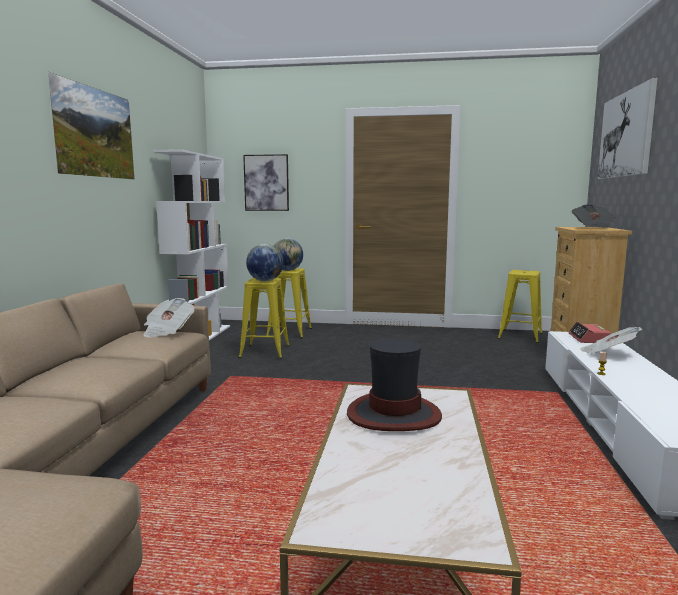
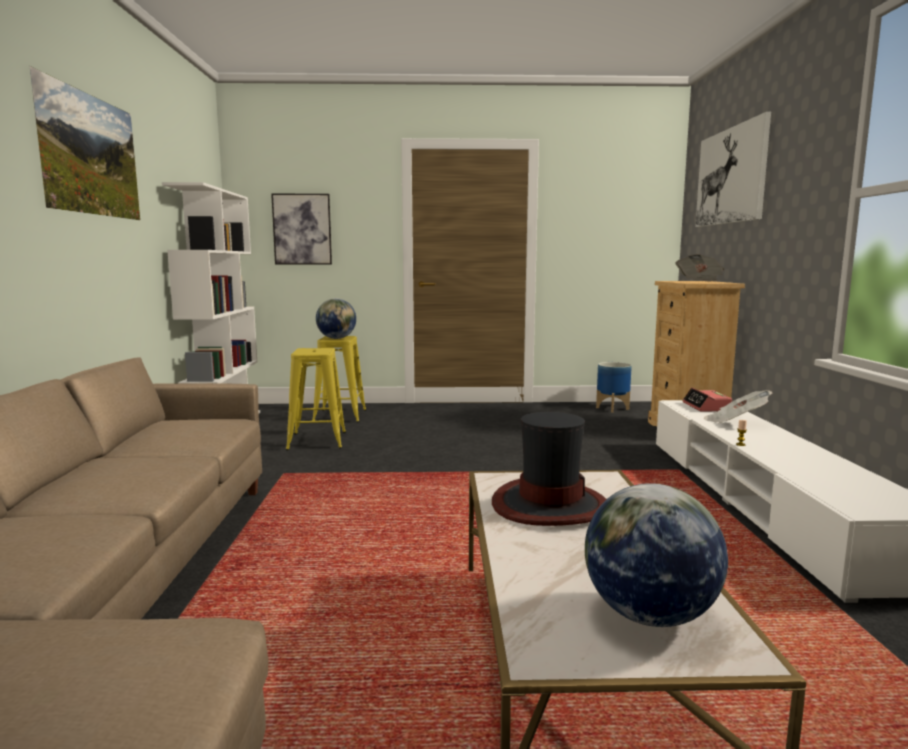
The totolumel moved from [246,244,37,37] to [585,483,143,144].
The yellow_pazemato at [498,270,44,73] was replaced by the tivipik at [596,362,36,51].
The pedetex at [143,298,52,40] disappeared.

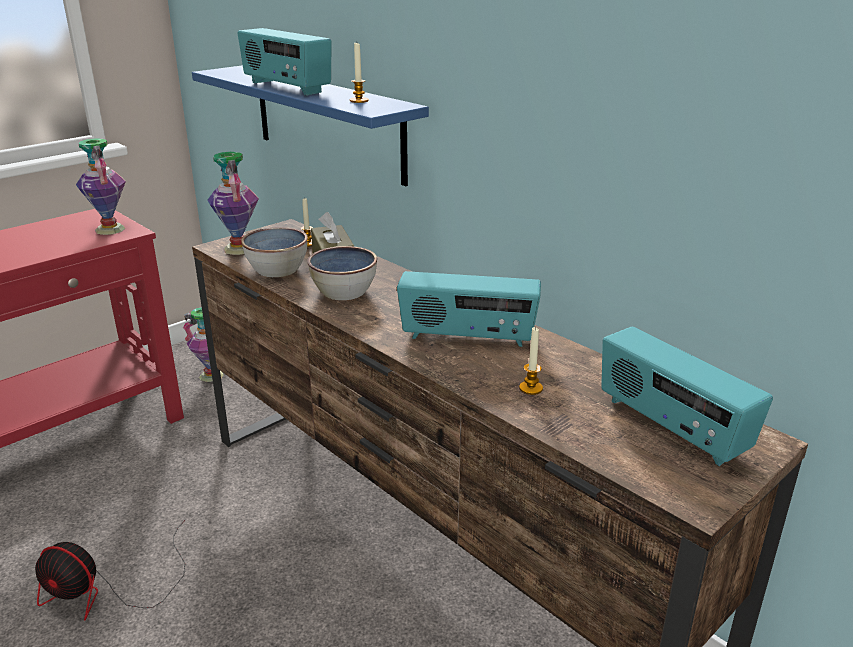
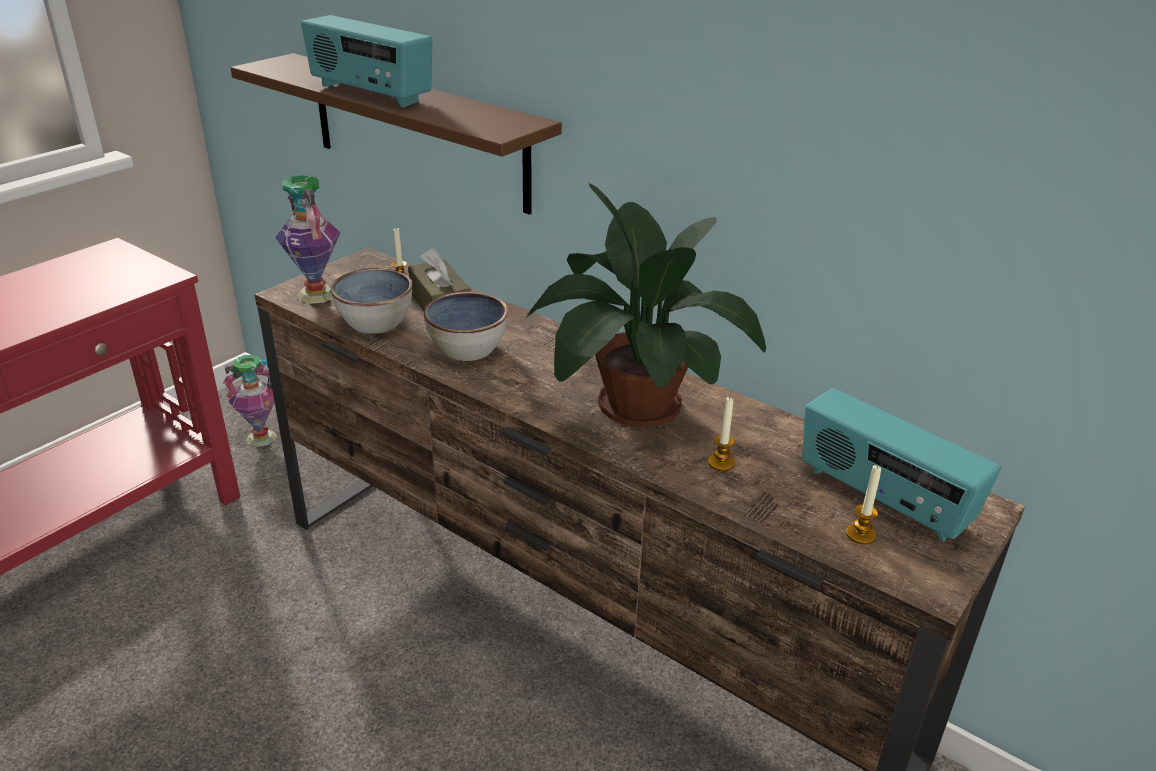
The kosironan moved from [350,43,19,60] to [846,465,35,79].
The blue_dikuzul at [192,65,237,121] became the brown_dikuzul at [230,53,332,162].
The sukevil at [76,139,50,96] disappeared.
The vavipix at [397,271,144,76] was replaced by the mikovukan at [525,183,241,244].
The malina at [35,520,150,100] disappeared.

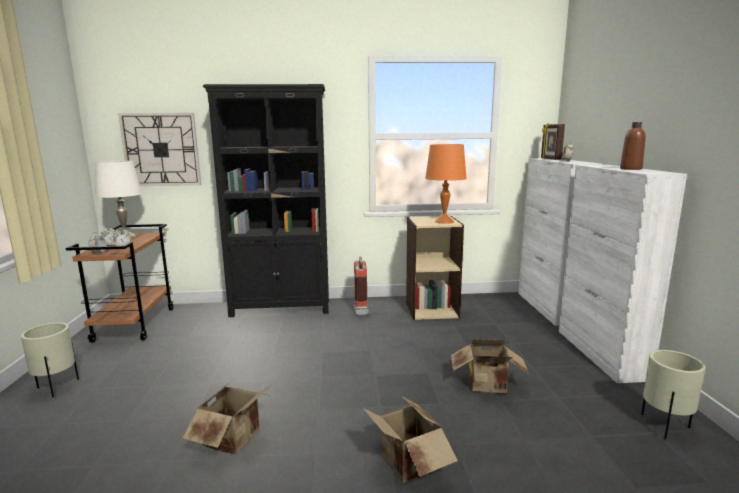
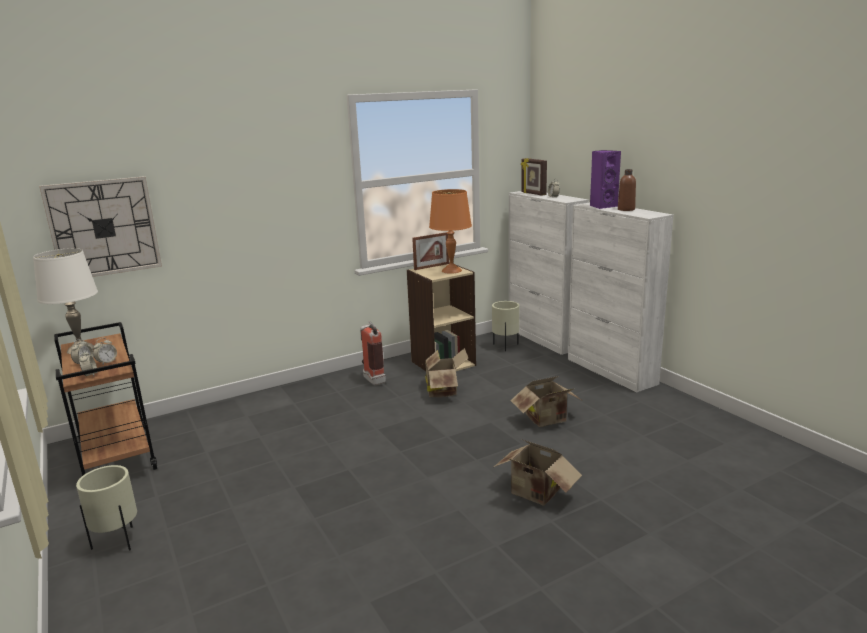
The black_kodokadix at [203,84,126,233] disappeared.
The beige_tivipik moved from [641,350,64,89] to [492,301,27,50].
The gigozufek moved from [183,377,89,78] to [425,348,43,49].
The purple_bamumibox at [590,150,31,59] appeared.
The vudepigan at [412,232,37,38] appeared.

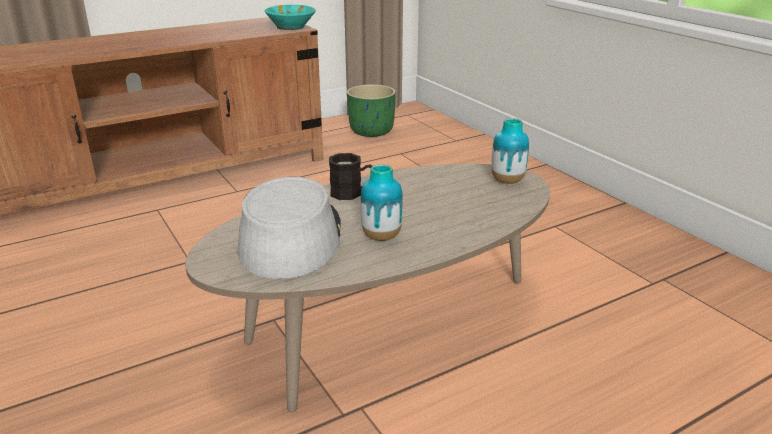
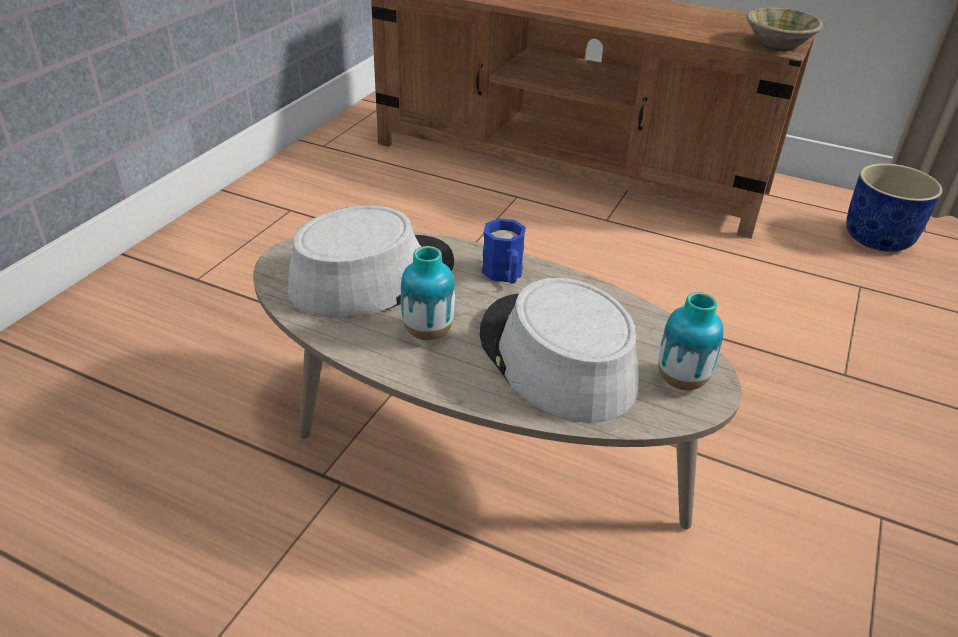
The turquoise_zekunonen at [265,5,51,25] became the beige_zekunonen at [746,8,77,43].
The green_tivipik at [347,84,49,53] became the blue_tivipik at [846,163,96,89].
The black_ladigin at [329,153,43,47] became the blue_ladigin at [482,219,44,65].
The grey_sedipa at [480,278,159,145] appeared.

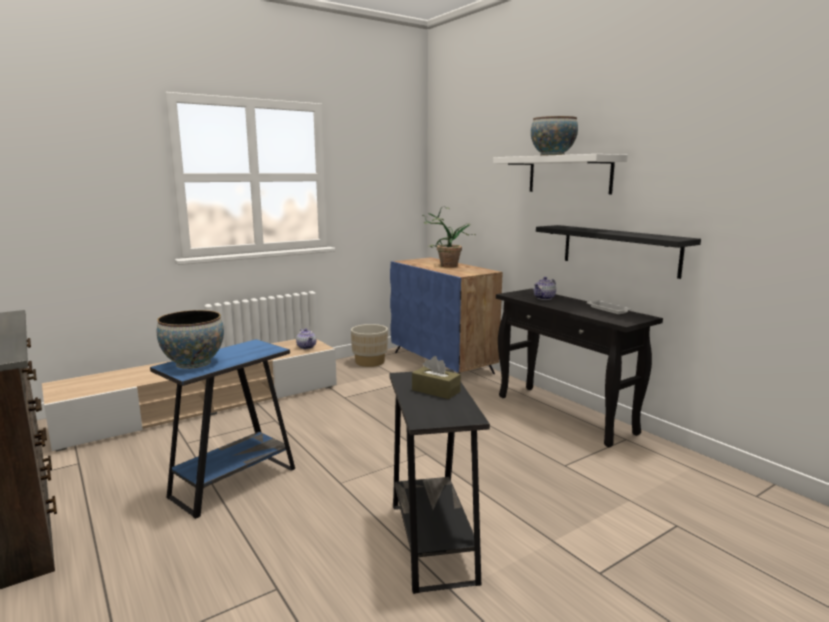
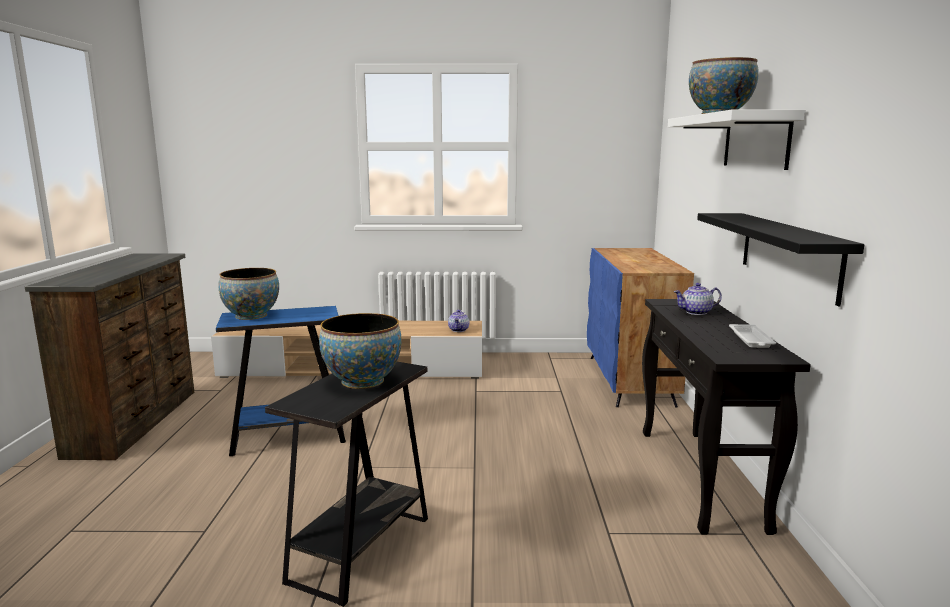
The mikovukan at [422,207,54,61] disappeared.
The beige_tivipik at [351,324,37,43] disappeared.
The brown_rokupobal at [412,356,49,43] was replaced by the zekunonen at [319,313,83,76].

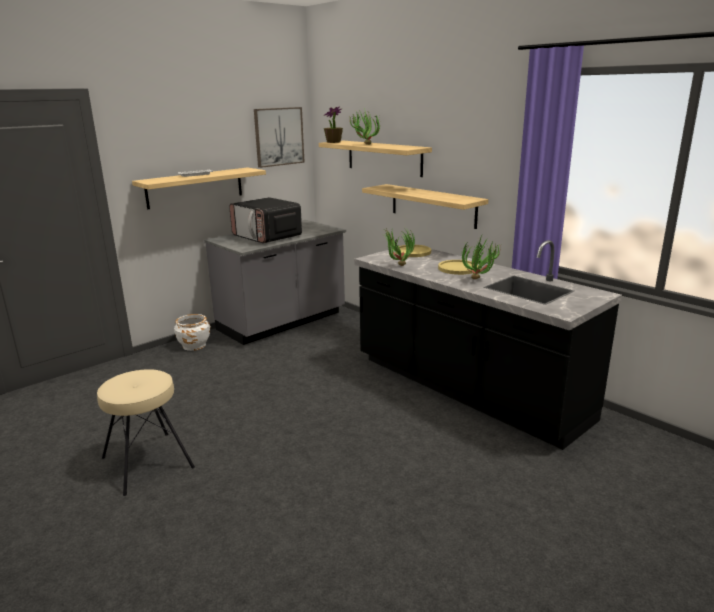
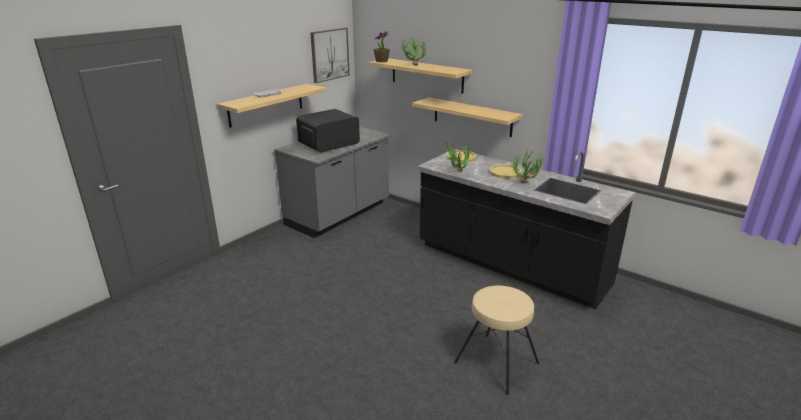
The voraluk at [229,197,73,46] turned 105 degrees clockwise.
The white_tivipik at [174,314,37,37] disappeared.
The beige_pazemato moved from [97,369,98,127] to [454,285,85,110].

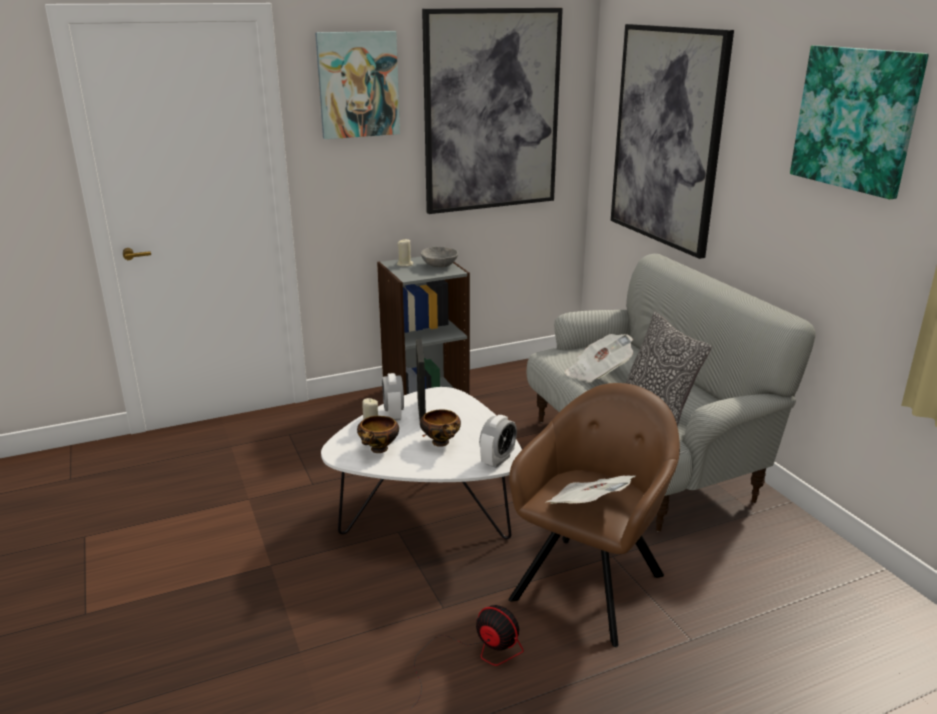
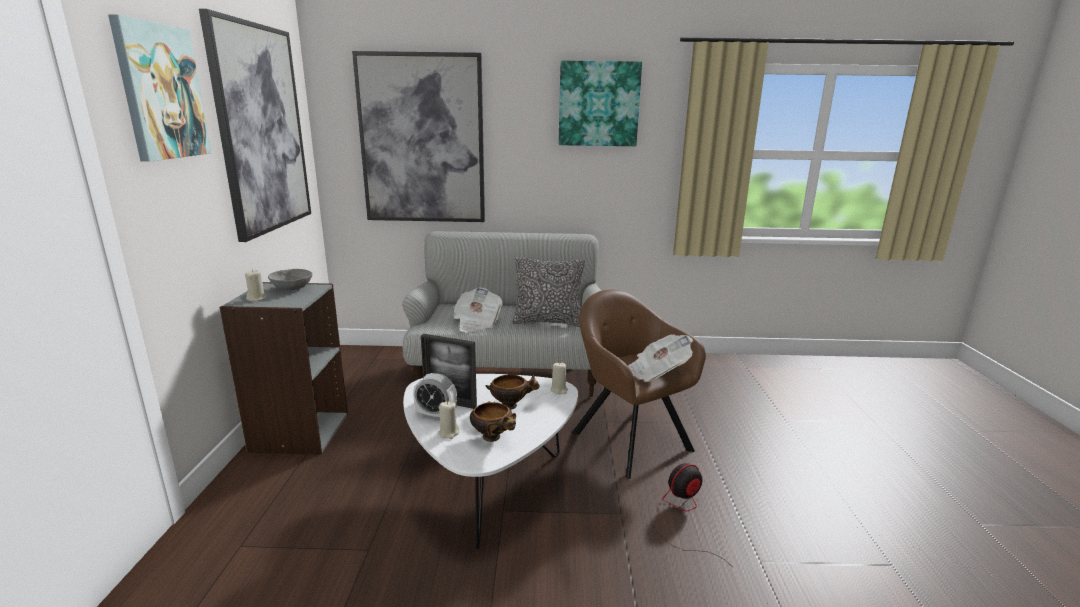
The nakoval at [479,415,38,53] was replaced by the beige_kosironan at [550,363,18,31].

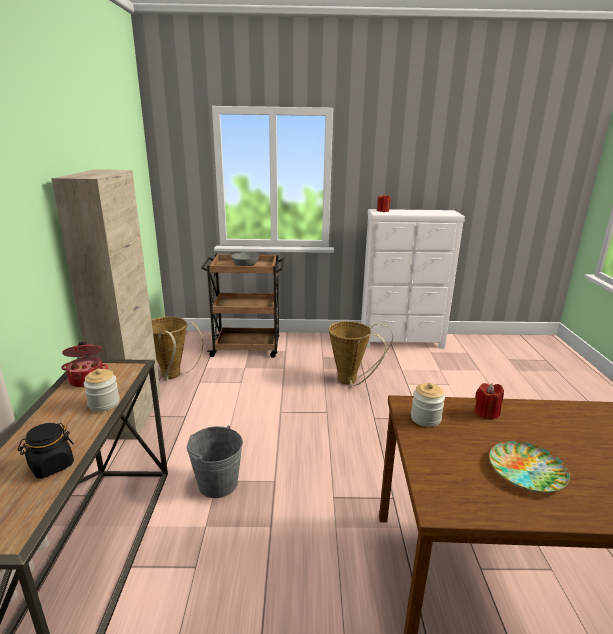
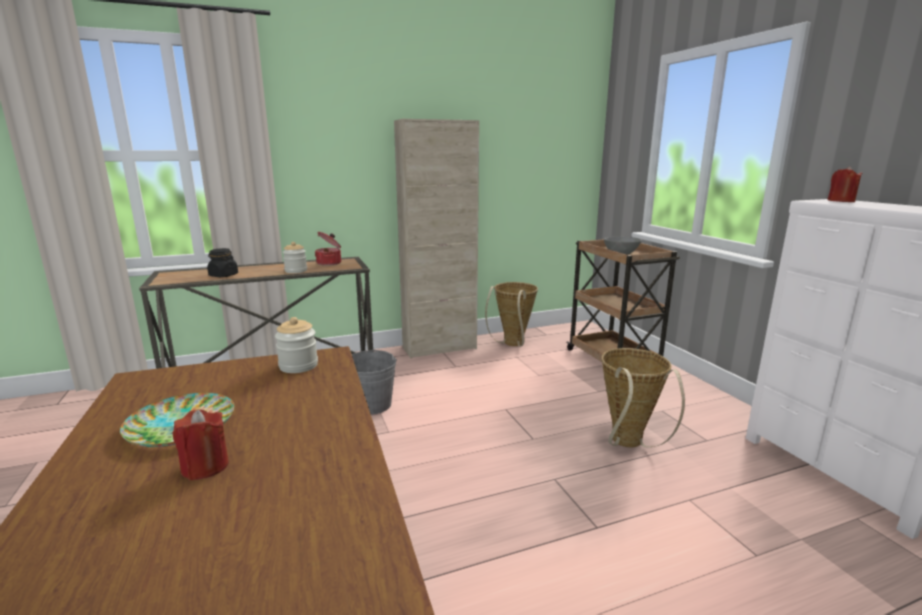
The red_kosironan moved from [475,383,29,37] to [172,409,57,71].

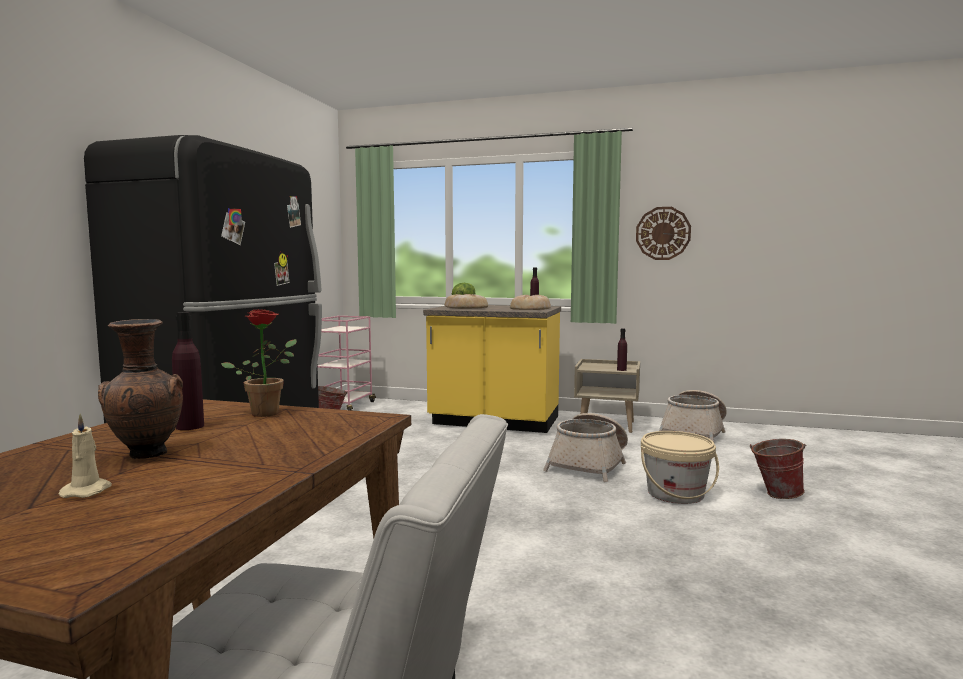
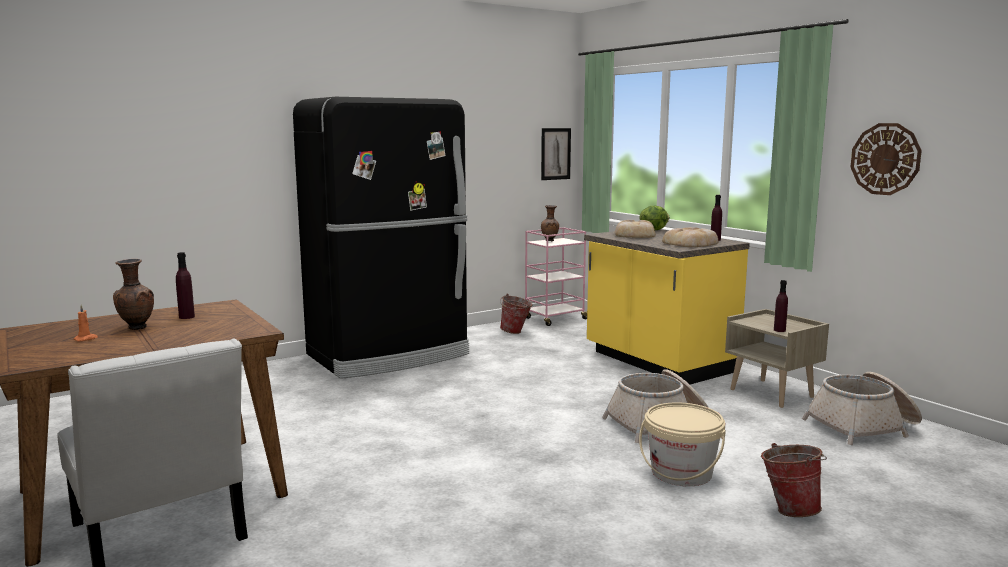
The mikovukan at [221,309,76,108] disappeared.
The beige_kosironan at [59,414,53,84] became the orange_kosironan at [73,304,25,37].
The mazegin at [541,128,30,52] appeared.
The brown_sukevil at [541,205,18,37] appeared.

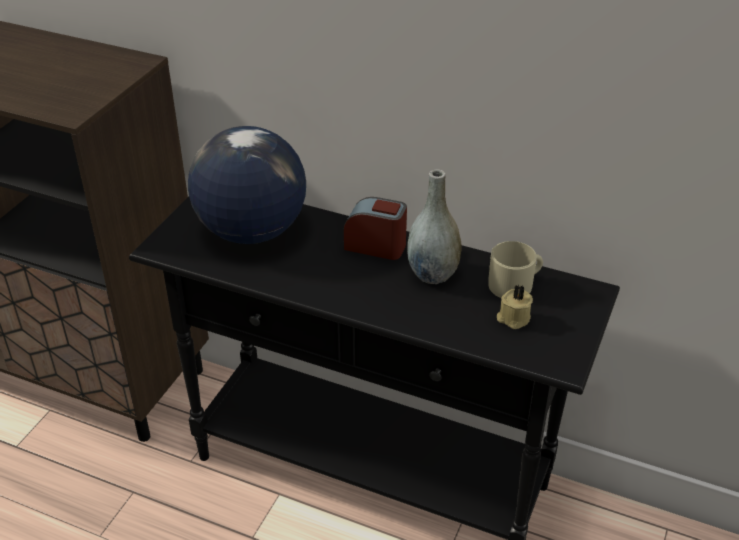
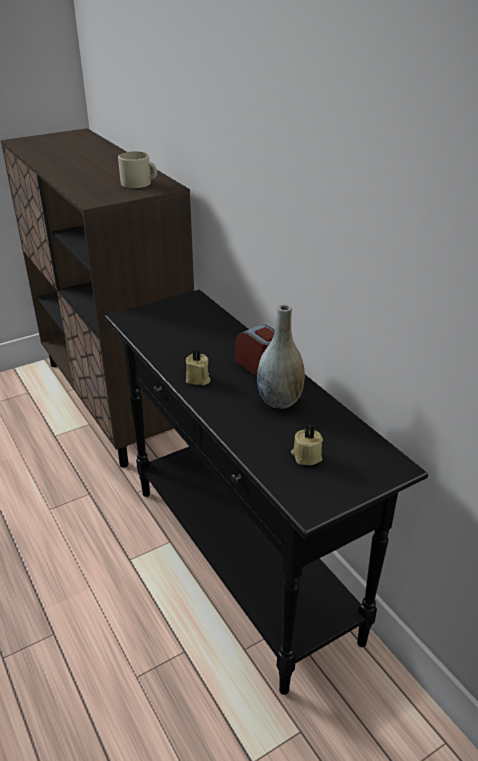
The totolumel at [188,126,118,118] disappeared.
The beige_ladigin moved from [488,241,55,57] to [118,151,39,37].
The beige_kosironan at [186,349,24,36] appeared.

